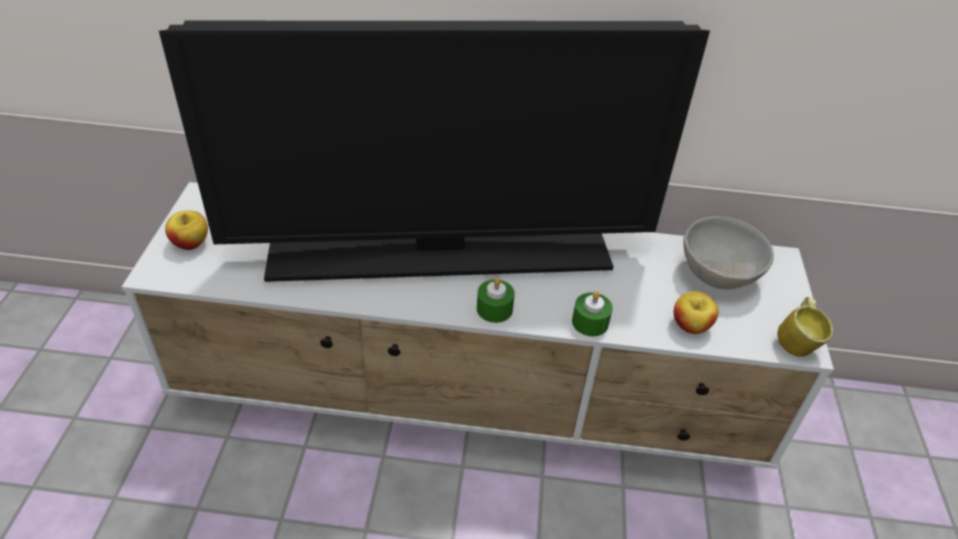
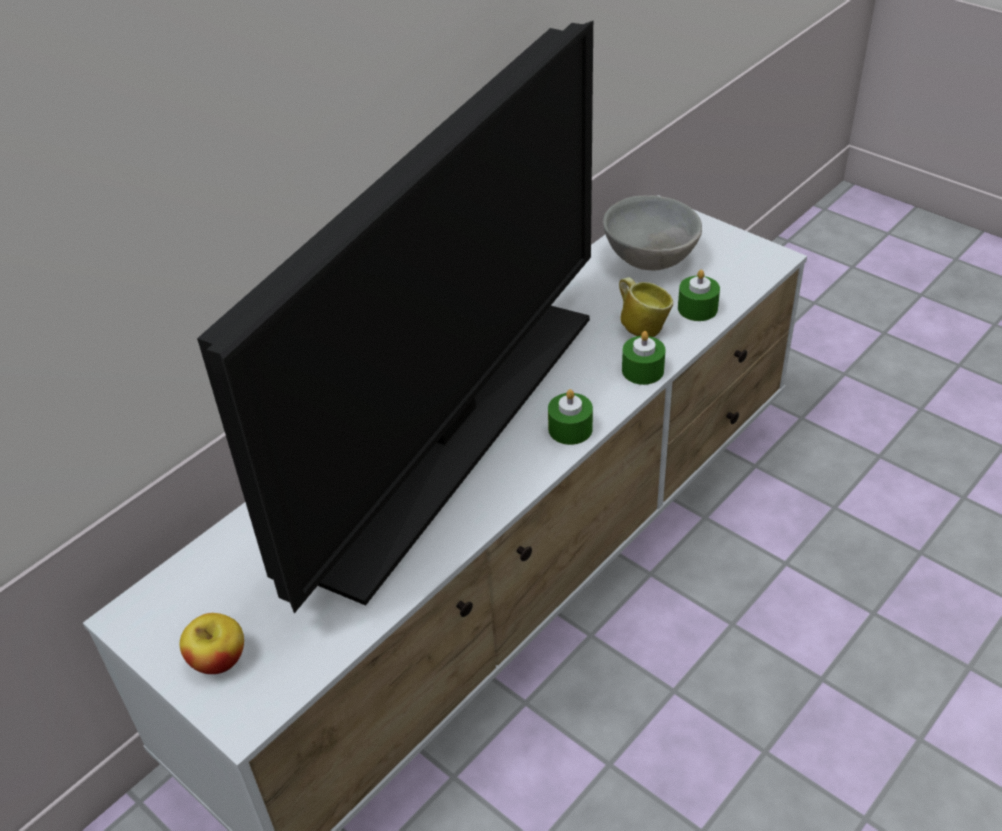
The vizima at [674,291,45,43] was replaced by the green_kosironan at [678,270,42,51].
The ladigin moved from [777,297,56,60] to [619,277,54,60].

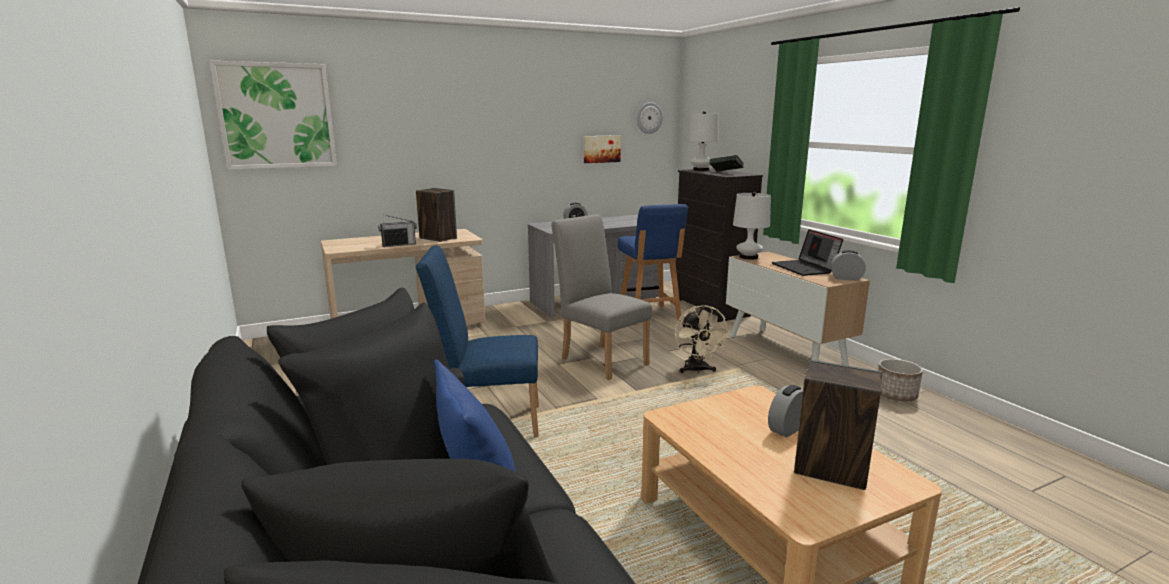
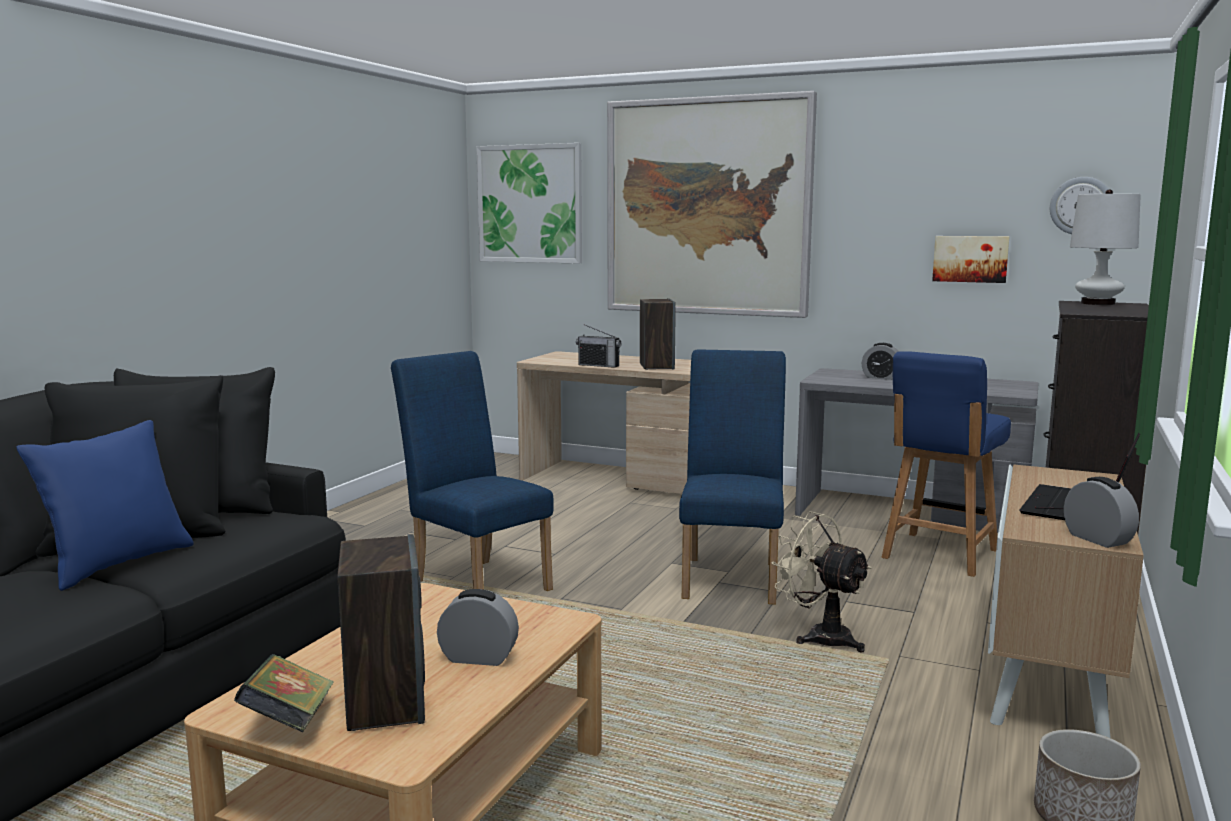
The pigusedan moved from [709,155,35,17] to [234,654,100,78].
The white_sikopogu at [733,192,38,67] disappeared.
The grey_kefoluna at [551,214,101,166] became the blue_kefoluna at [679,349,107,256].
The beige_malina at [674,305,56,68] turned 90 degrees clockwise.
The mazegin at [607,91,210,227] appeared.

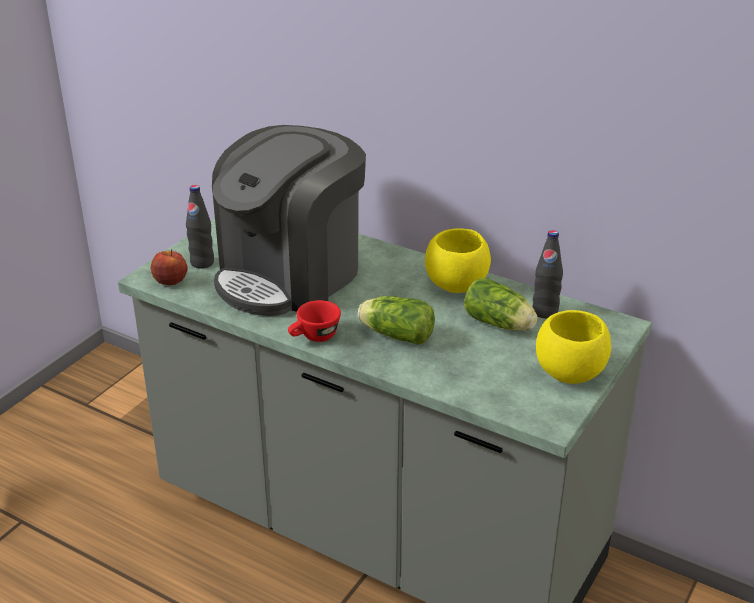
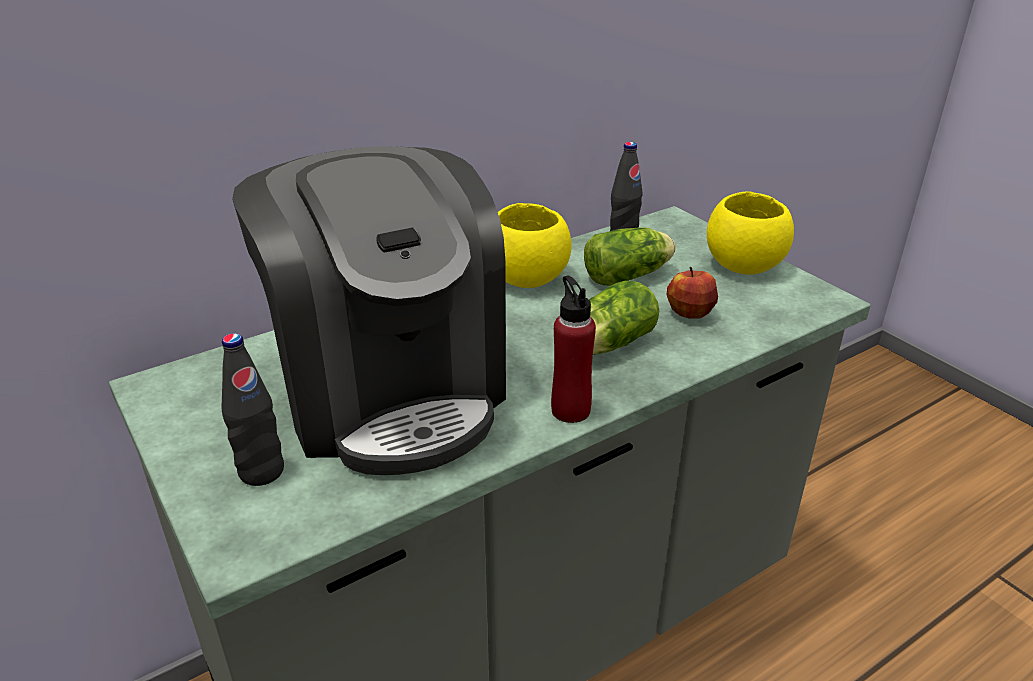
The vizima moved from [150,249,38,37] to [666,267,52,52].
The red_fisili at [288,300,53,42] was replaced by the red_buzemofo at [551,275,45,148].

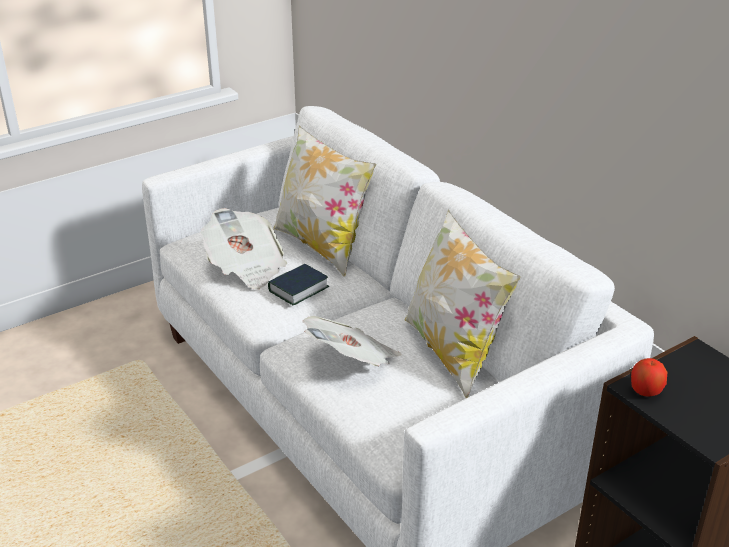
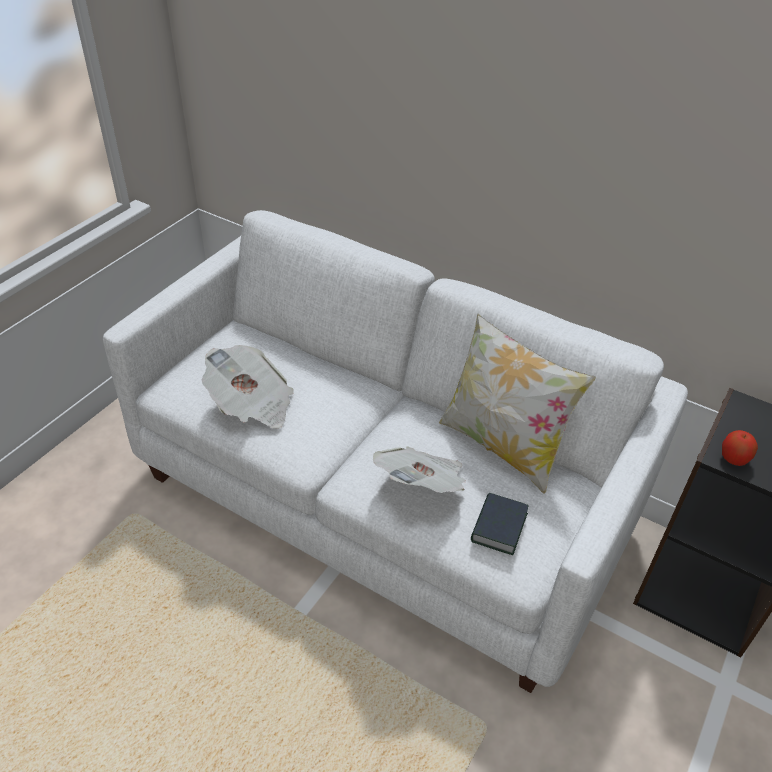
The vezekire at [273,125,103,152] disappeared.
The pigusedan moved from [268,264,62,41] to [471,493,58,62].

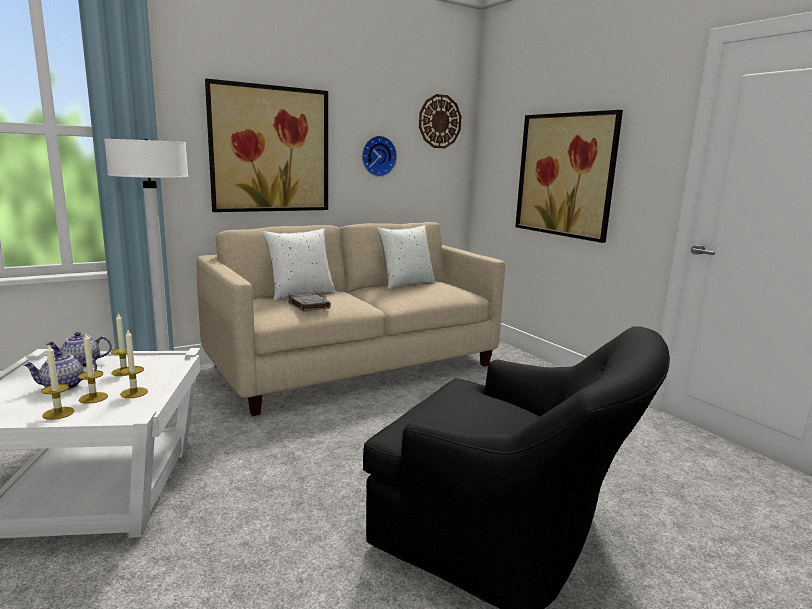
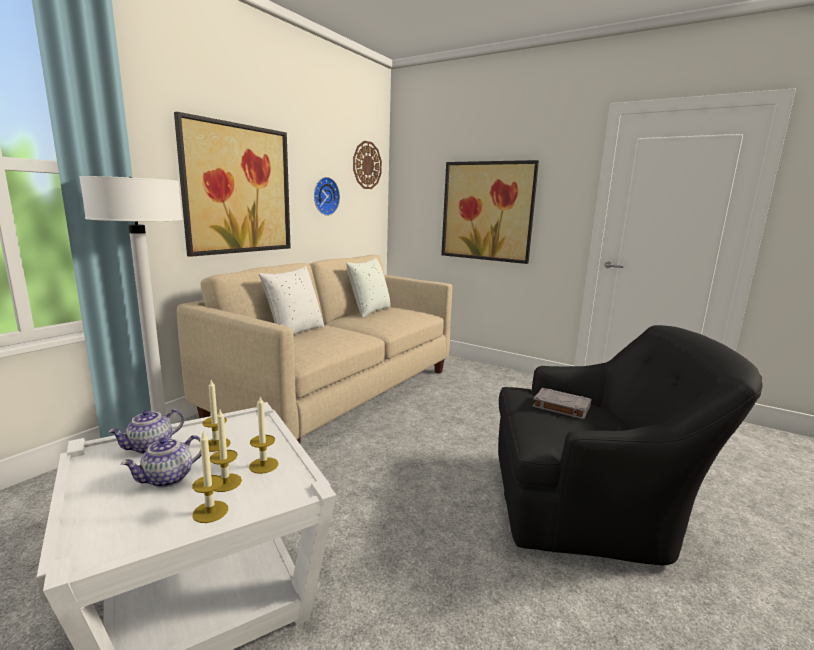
The grey_pigusedan moved from [288,293,43,19] to [532,388,59,31].

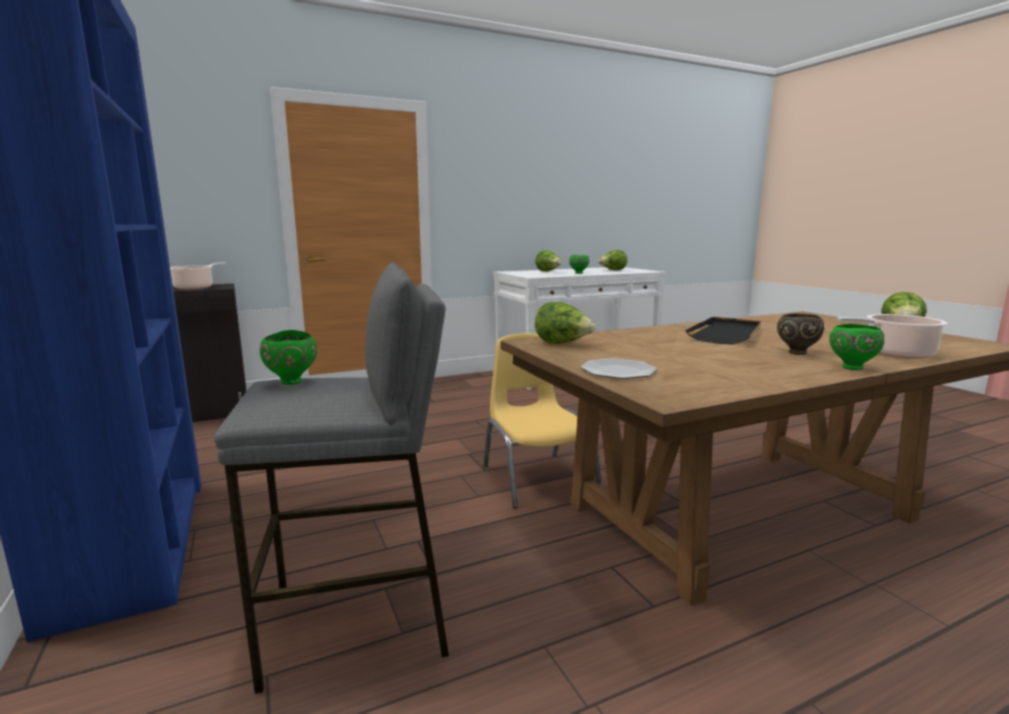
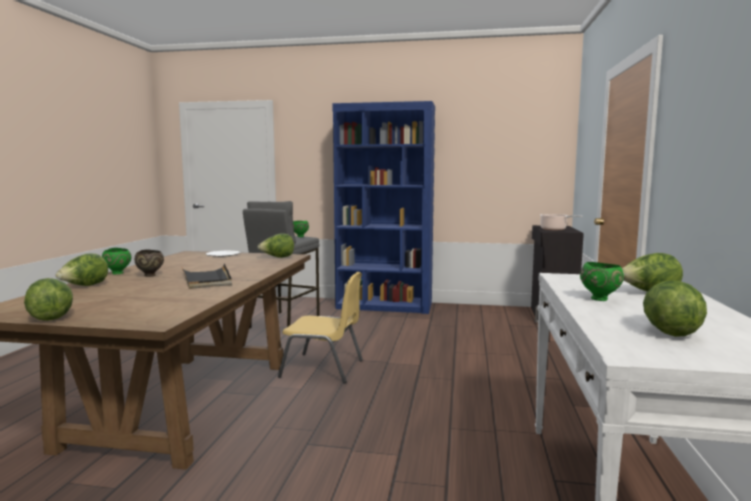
The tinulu at [837,314,111,45] was replaced by the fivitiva at [56,253,52,33].

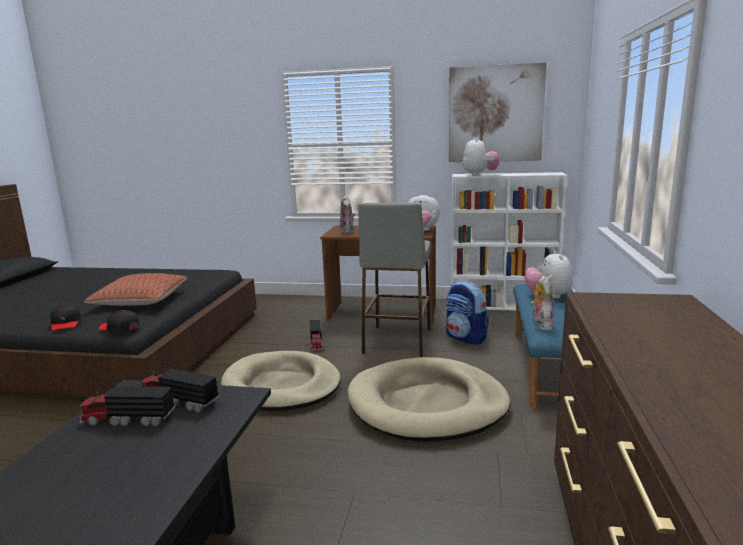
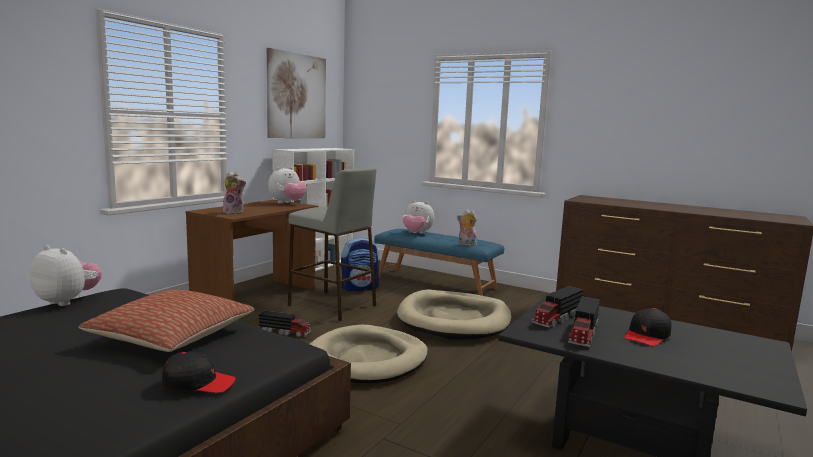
The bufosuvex moved from [463,138,37,38] to [30,245,72,61].
The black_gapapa moved from [98,310,41,22] to [625,308,47,39].

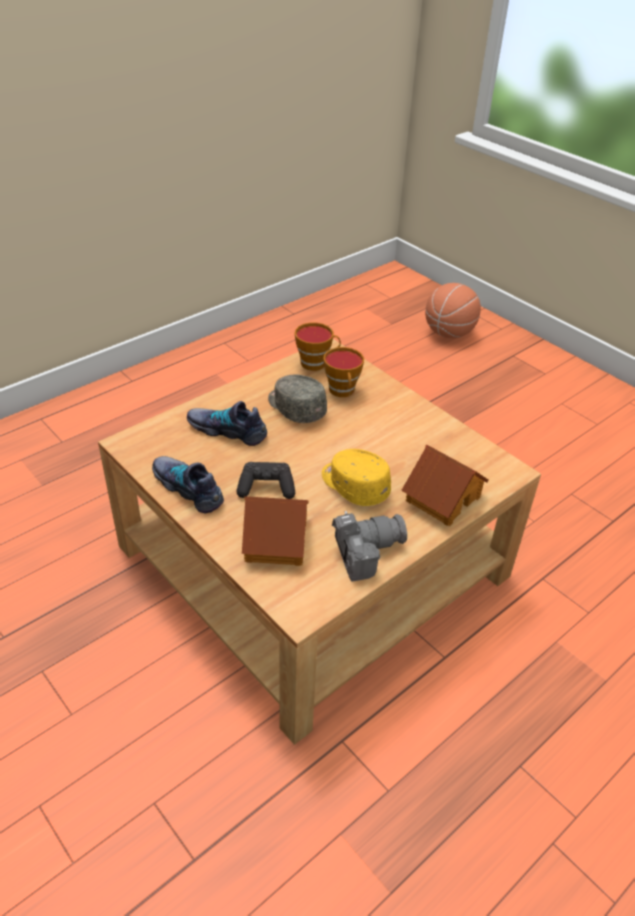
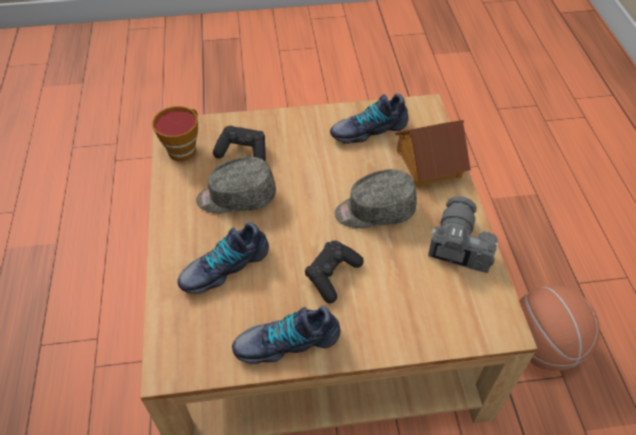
The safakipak moved from [425,283,56,55] to [519,285,81,85].
The fisili at [323,347,41,50] was replaced by the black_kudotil at [213,126,53,35].
The yellow_gapapa at [322,449,69,57] became the grey_gapapa at [335,169,82,60].
The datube at [242,496,66,70] disappeared.
The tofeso at [330,94,78,50] appeared.

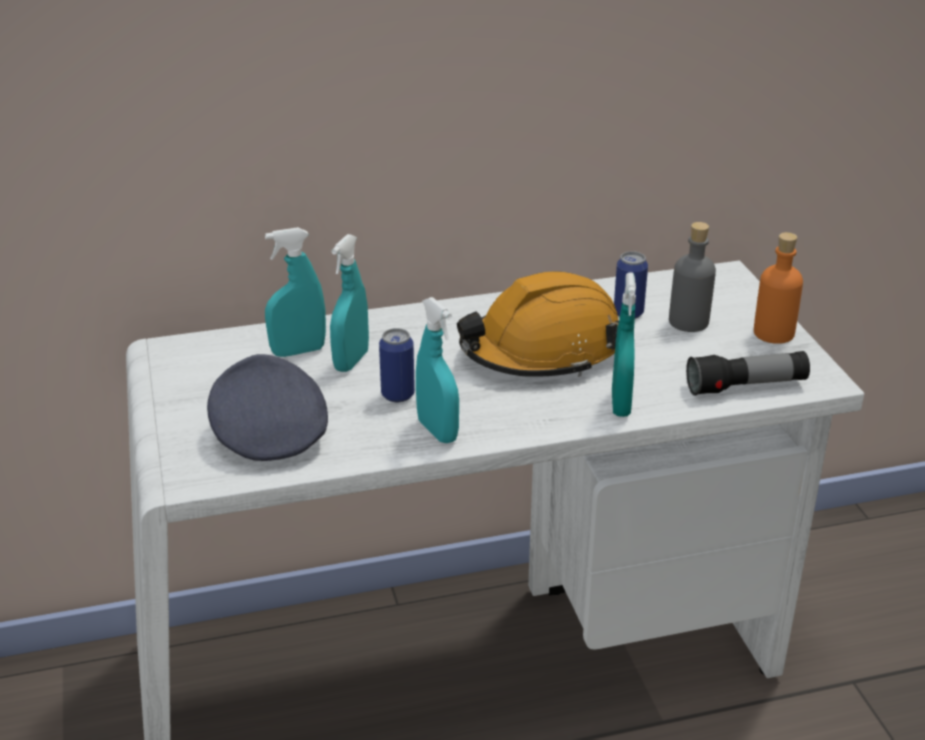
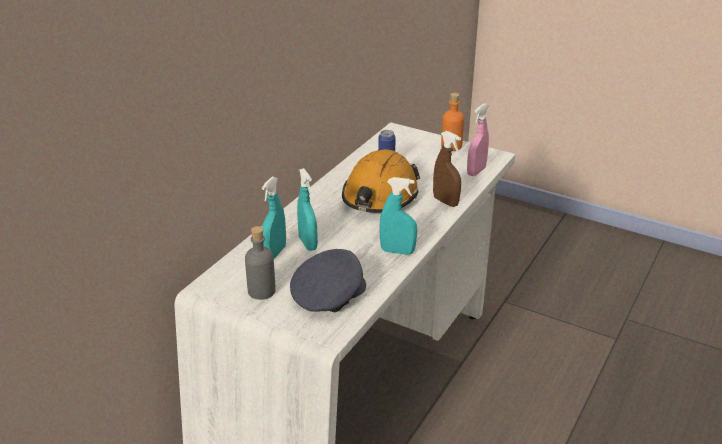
The grey_buzemofo moved from [669,222,47,110] to [245,226,31,74].
The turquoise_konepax at [612,272,24,145] became the brown_konepax at [433,131,28,76].
The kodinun at [379,328,36,74] disappeared.
The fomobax at [686,351,124,45] was replaced by the pink_konepax at [467,103,22,73].
The grey_gapapa at [207,354,121,107] turned 105 degrees clockwise.

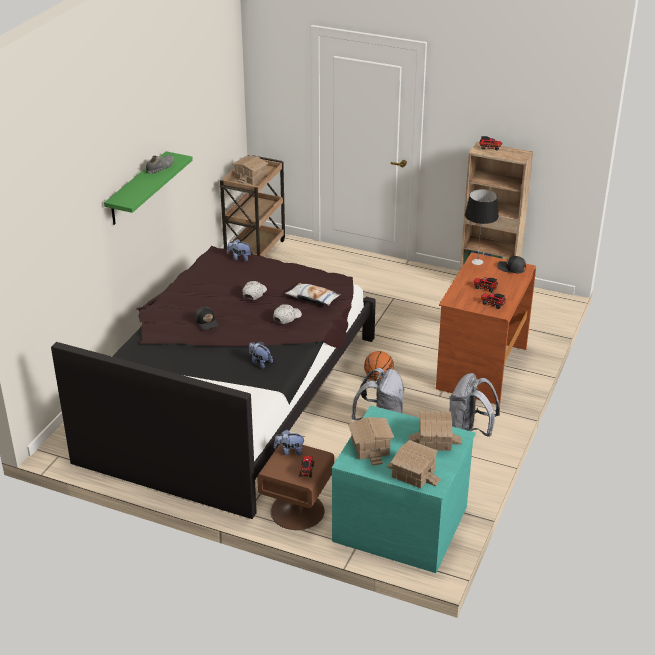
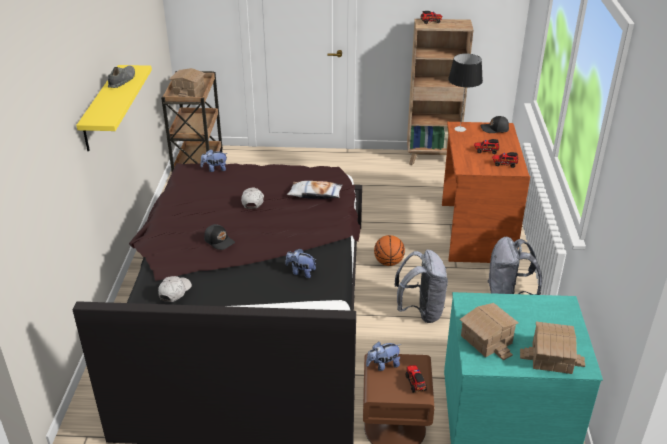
The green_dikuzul at [104,151,89,74] became the yellow_dikuzul at [76,65,76,86].
The white_gapapa moved from [273,304,29,20] to [158,276,34,26].
The datube at [409,411,53,40] disappeared.

